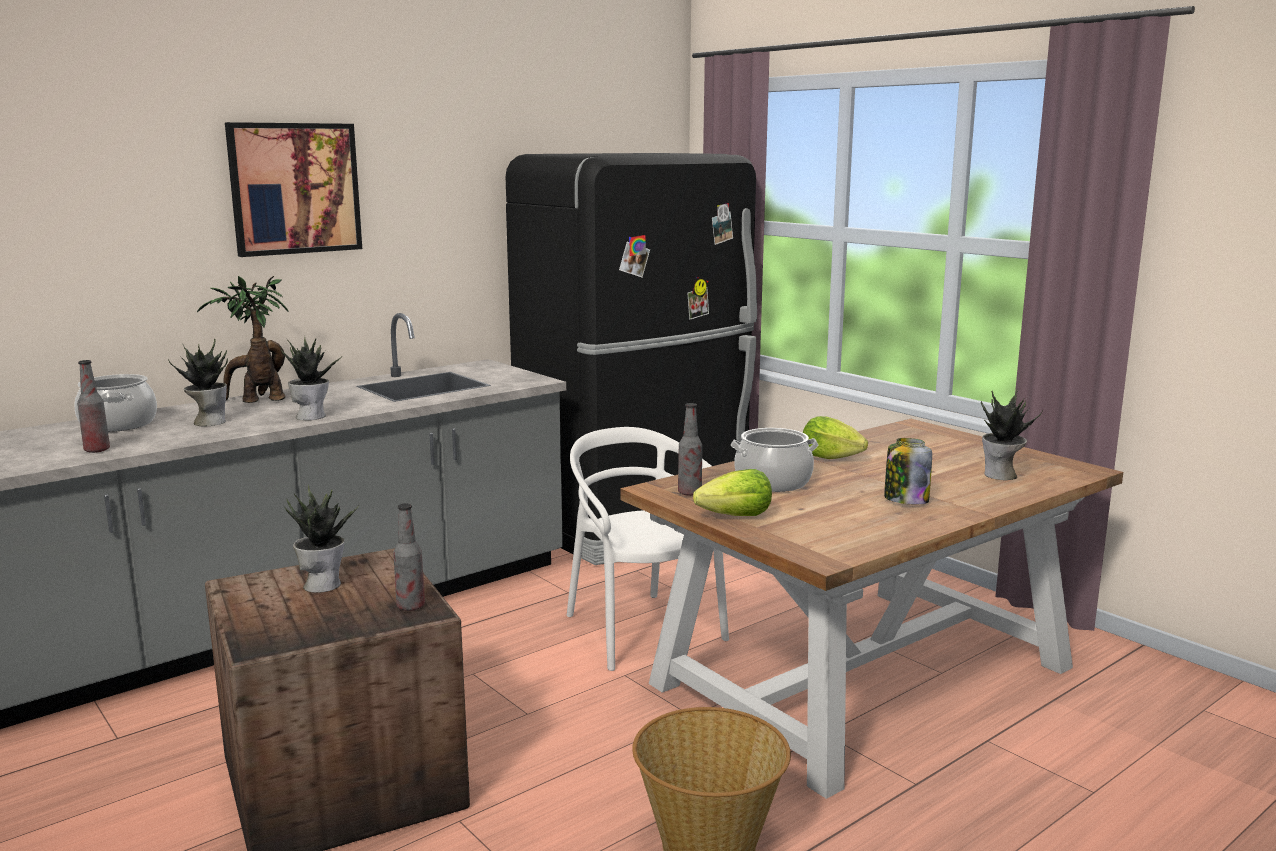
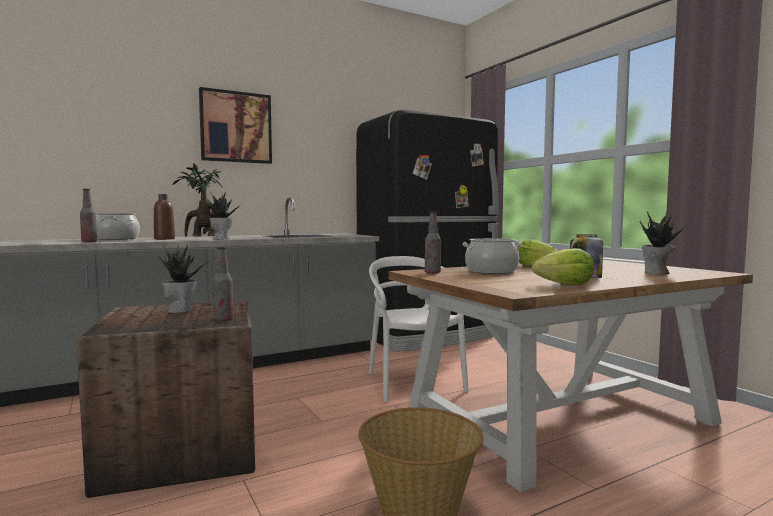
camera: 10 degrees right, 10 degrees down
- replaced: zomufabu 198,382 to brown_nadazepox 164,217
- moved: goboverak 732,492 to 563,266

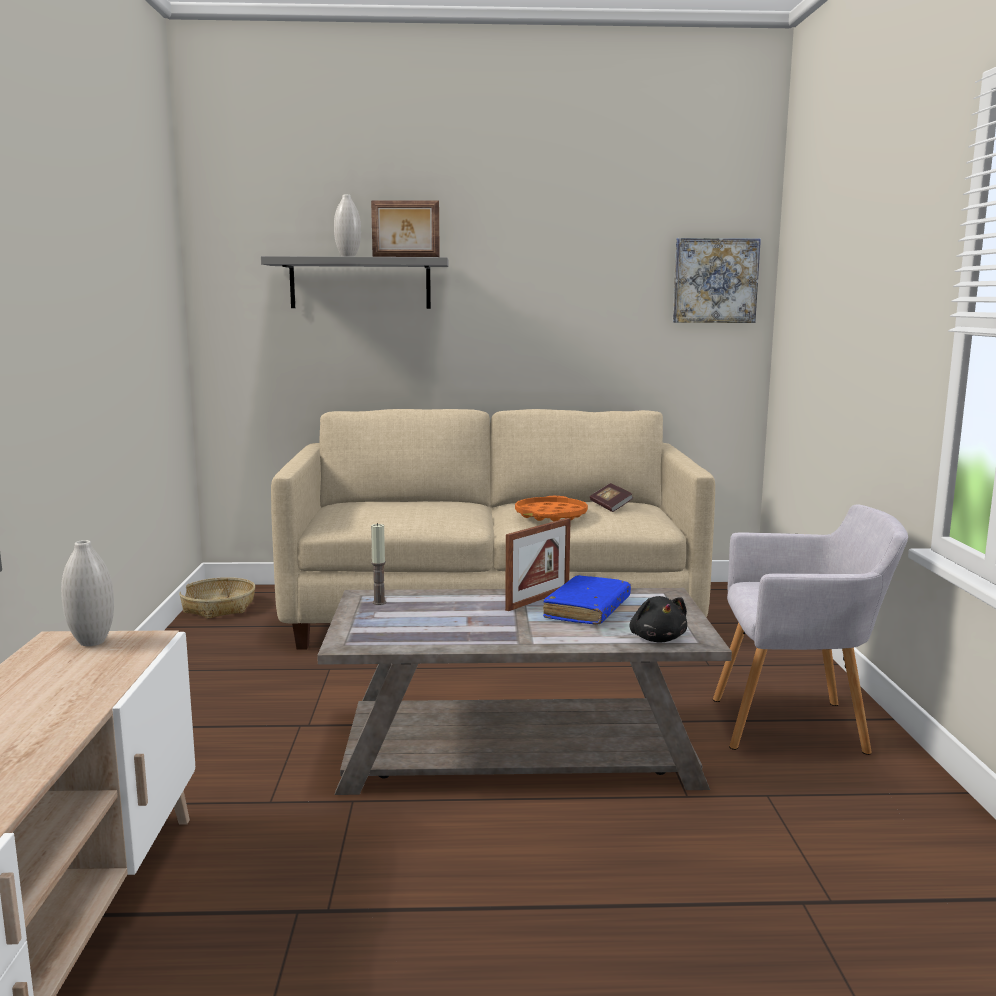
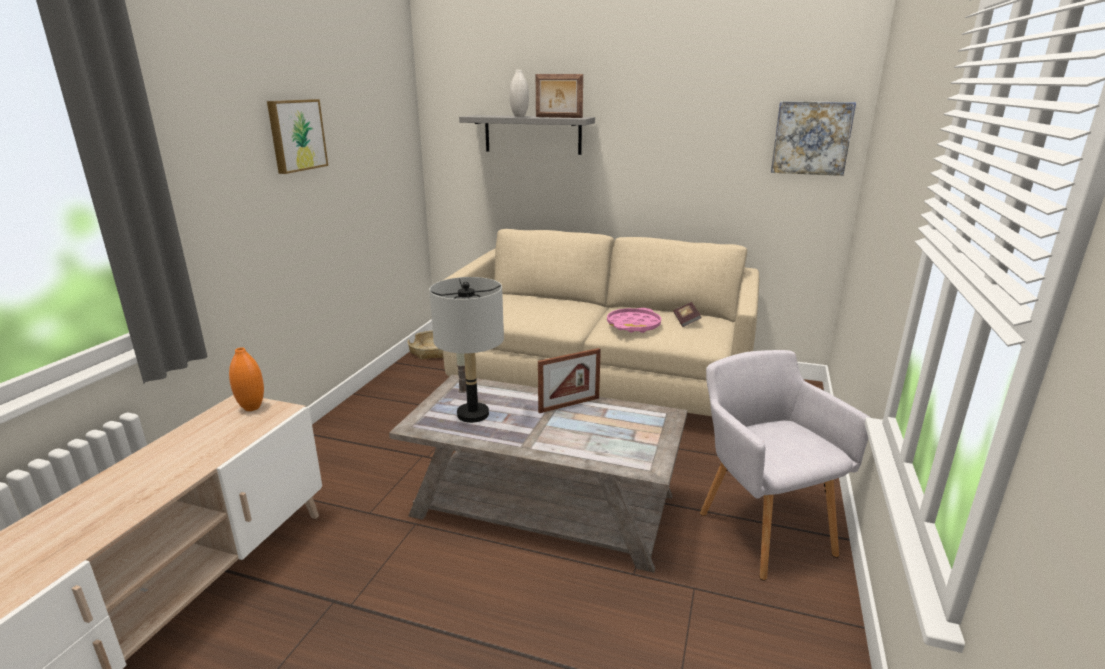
camera: 20 degrees right, 10 degrees up
- recoloured: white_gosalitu 87,593 to orange_gosalitu 246,379
- added: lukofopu 297,136
- added: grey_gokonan 466,350
- recoloured: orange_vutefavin 551,508 to pink_vutefavin 634,320
- turned: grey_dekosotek 810,629 = 785,465 135 degrees counterclockwise
- removed: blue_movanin 587,600
- removed: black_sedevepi 658,619

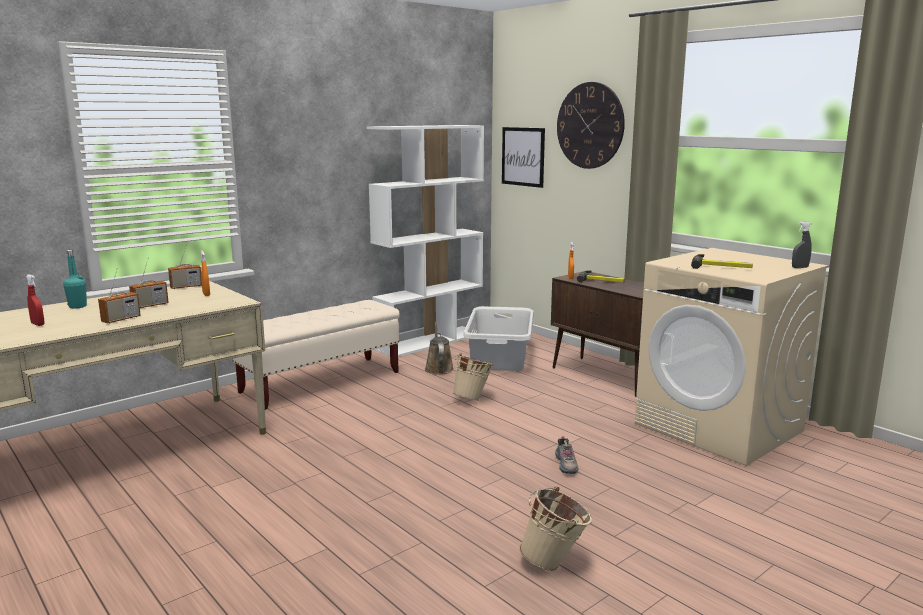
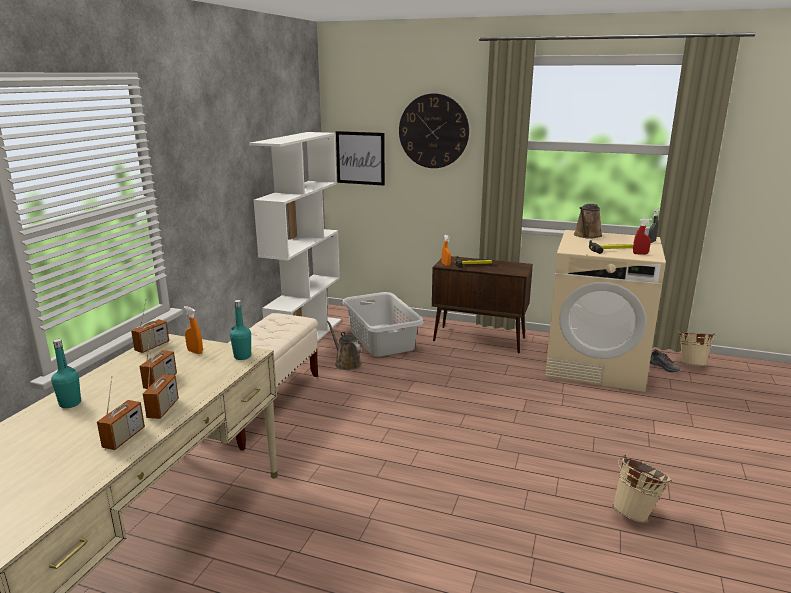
camera: 30 degrees left, 5 degrees up
- added: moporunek 121,413
- added: turquoise_nadazepox 240,330
- added: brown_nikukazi 588,221
- moved: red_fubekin 35,300 to 642,236
- moved: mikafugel 566,455 to 665,361
- moved: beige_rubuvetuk 473,377 to 697,348

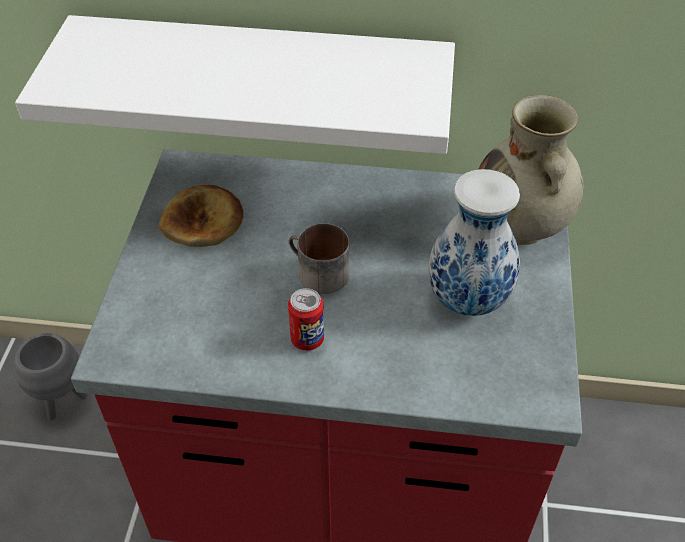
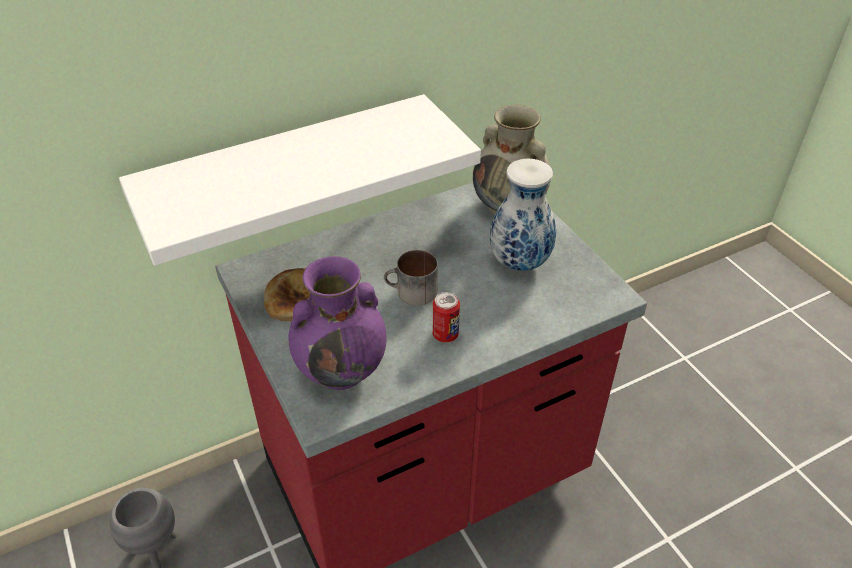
camera: 35 degrees left, 5 degrees down
- added: purple_gosalitu 338,323

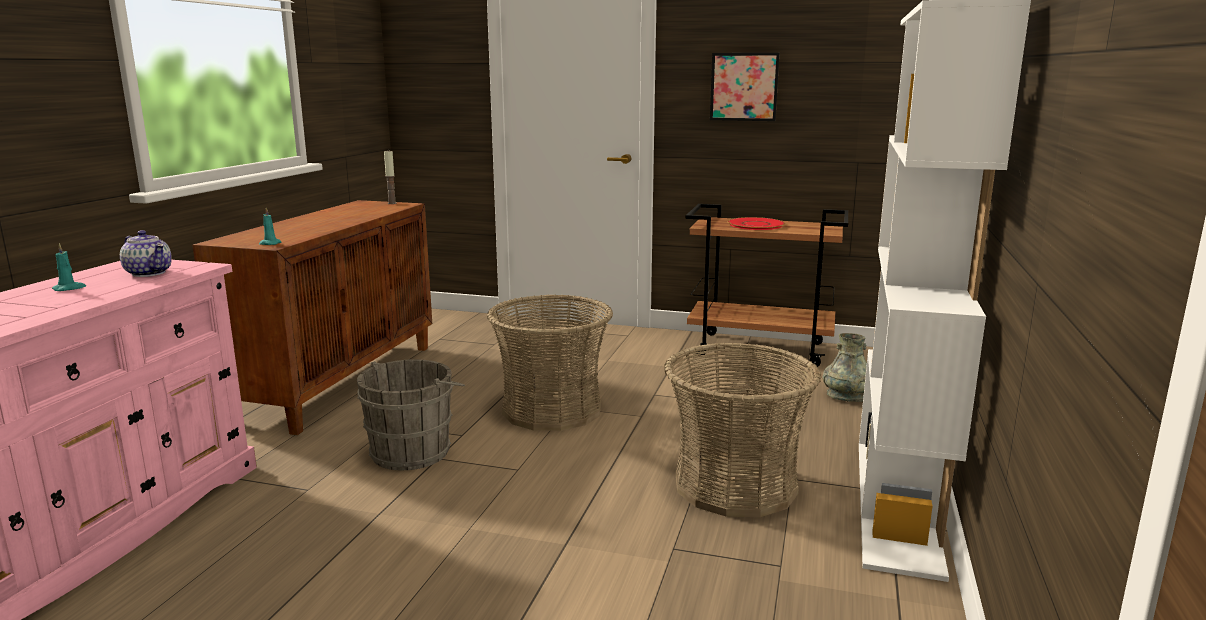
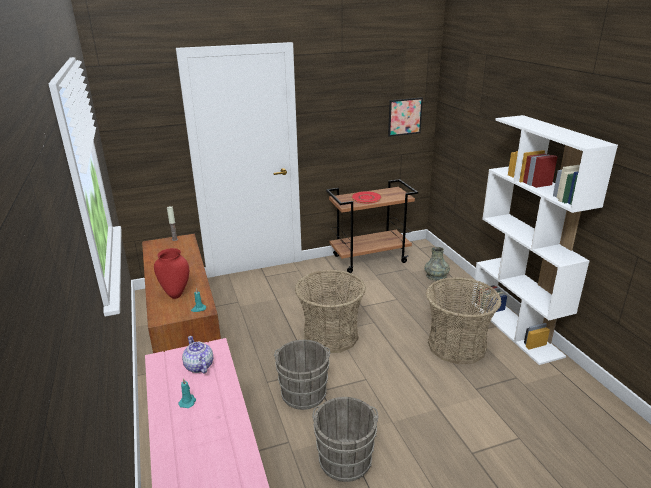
camera: 35 degrees left, 10 degrees up
- added: red_gosalitu 171,273
- turned: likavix 146,253 = 197,355 120 degrees counterclockwise
- added: grey_rubuvetuk 345,439
- moved: lukofopu 744,87 to 405,117

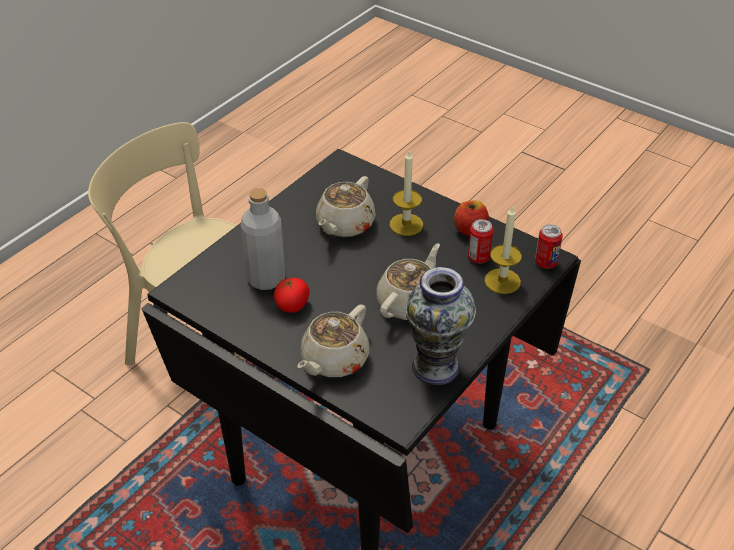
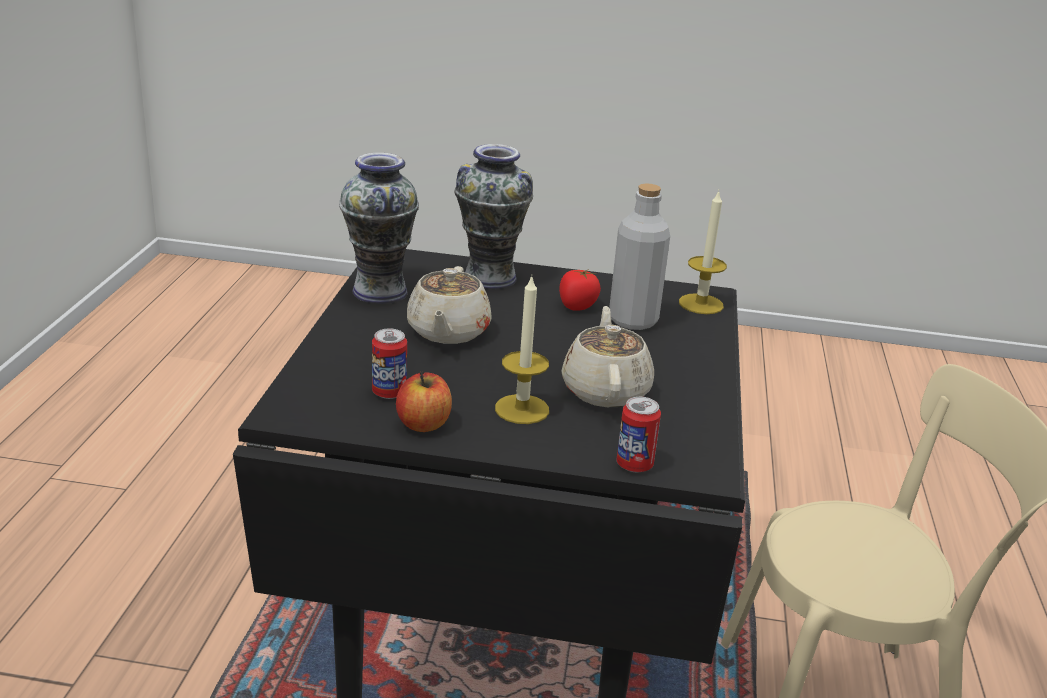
camera: 150 degrees right, 15 degrees down
- replaced: beige_likavix 333,340 to gosalitu 493,216
- moved: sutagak 549,246 to 638,434
- moved: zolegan 503,249 to 703,252

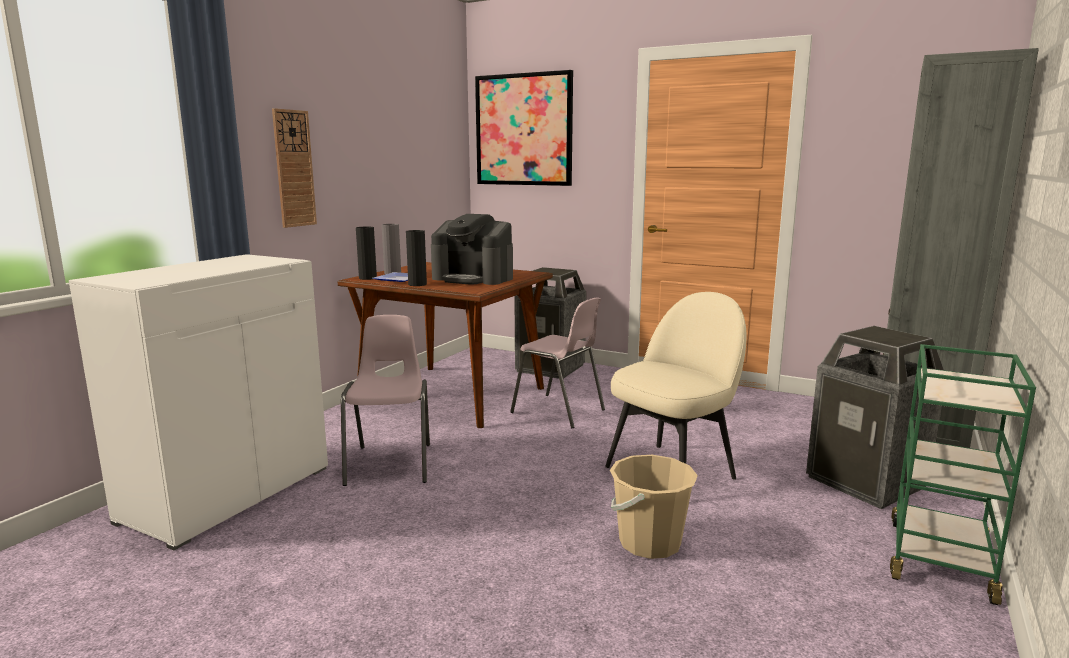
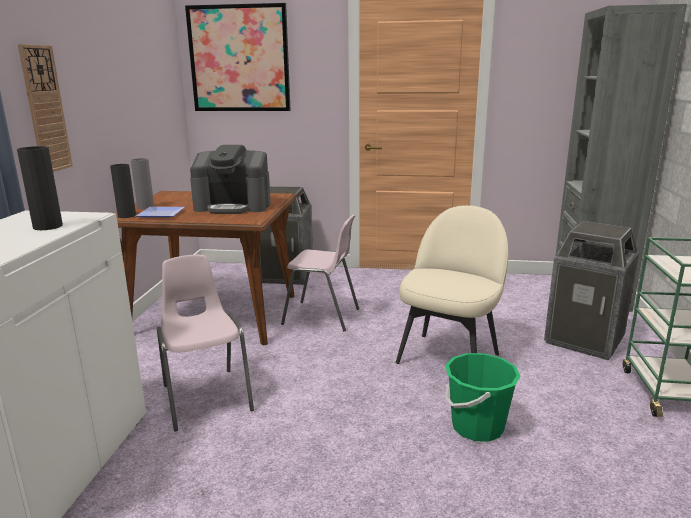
camera: 20 degrees left, 5 degrees up
- moved: black_gosalitu 416,258 to 40,188
- recoloured: beige_rubuvetuk 654,507 to green_rubuvetuk 483,397

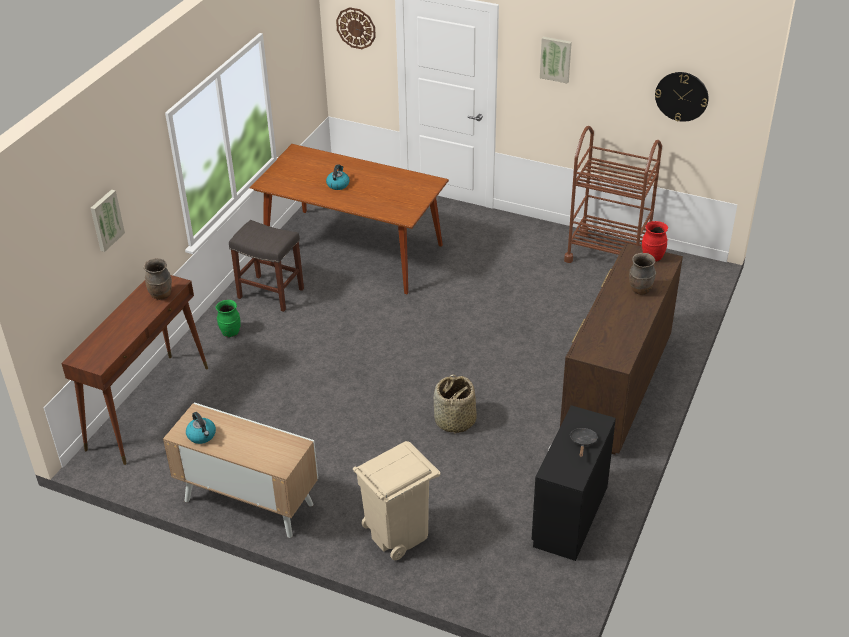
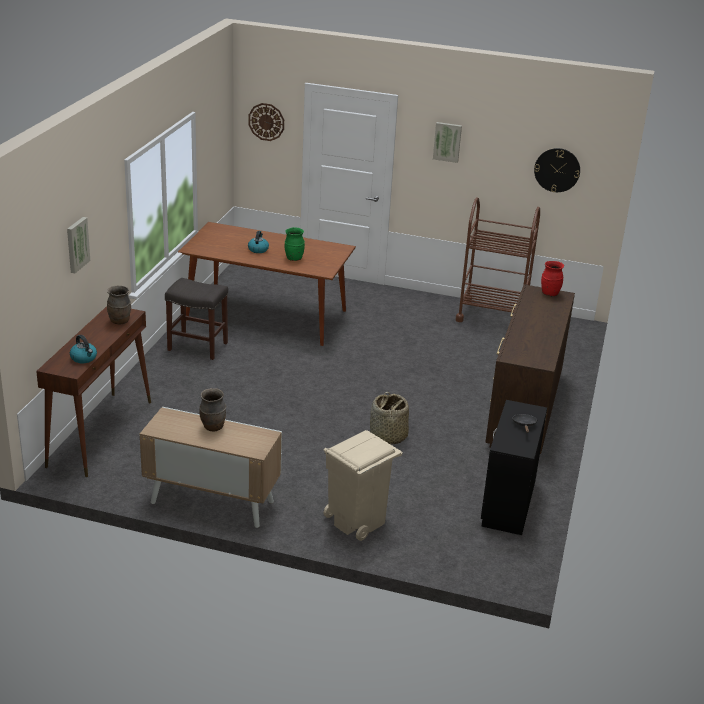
camera: 10 degrees left, 10 degrees down
- moved: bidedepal 201,428 to 83,349
- moved: brown_gosalitu 642,274 to 212,409
- moved: green_gosalitu 228,318 to 295,244

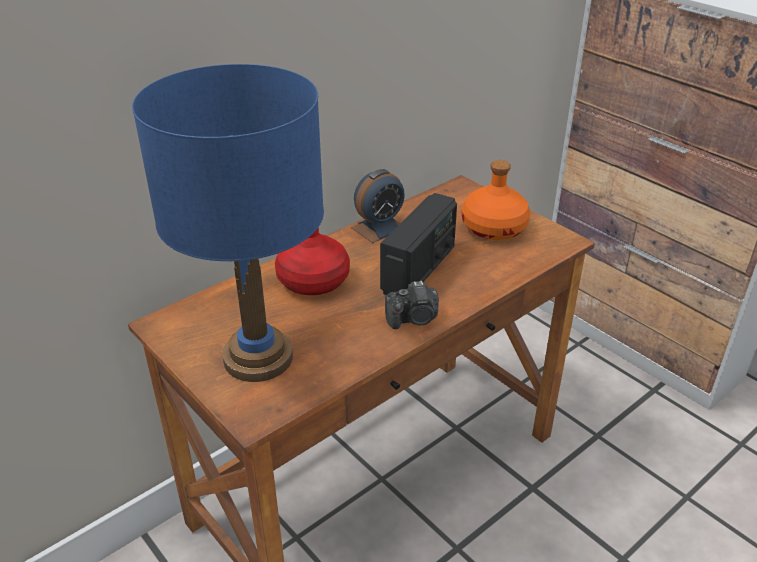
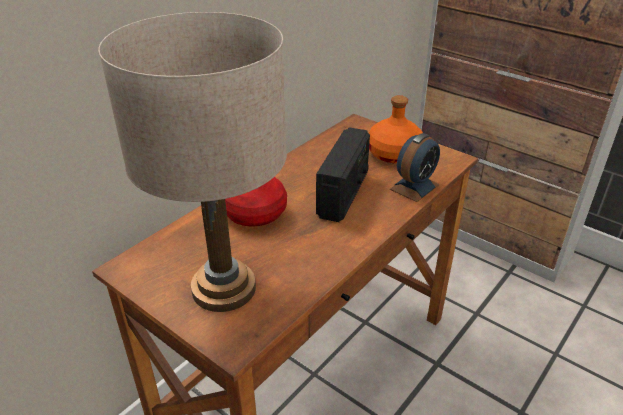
camera: 10 degrees left, 0 degrees up
- recoloured: blue_gokonan 228,223 to beige_gokonan 192,162
- moved: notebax 378,206 to 415,167
- removed: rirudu 412,305

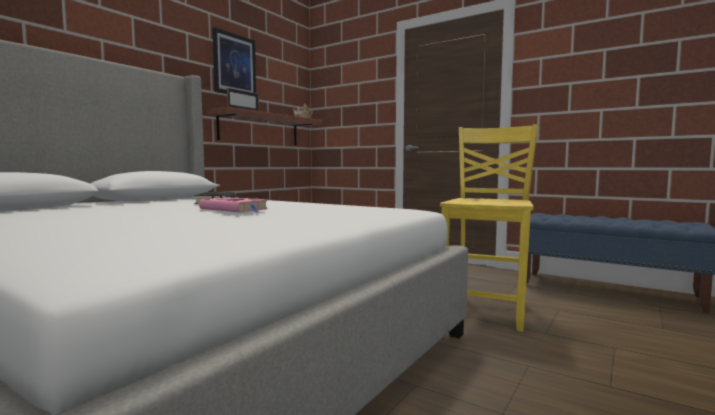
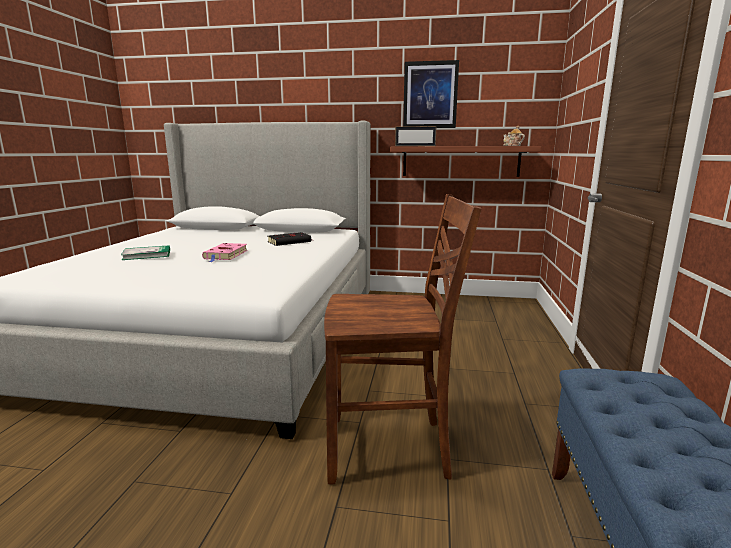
camera: 65 degrees right, 10 degrees up
- added: movanin 145,252
- recoloured: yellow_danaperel 489,228 to brown_danaperel 402,339

